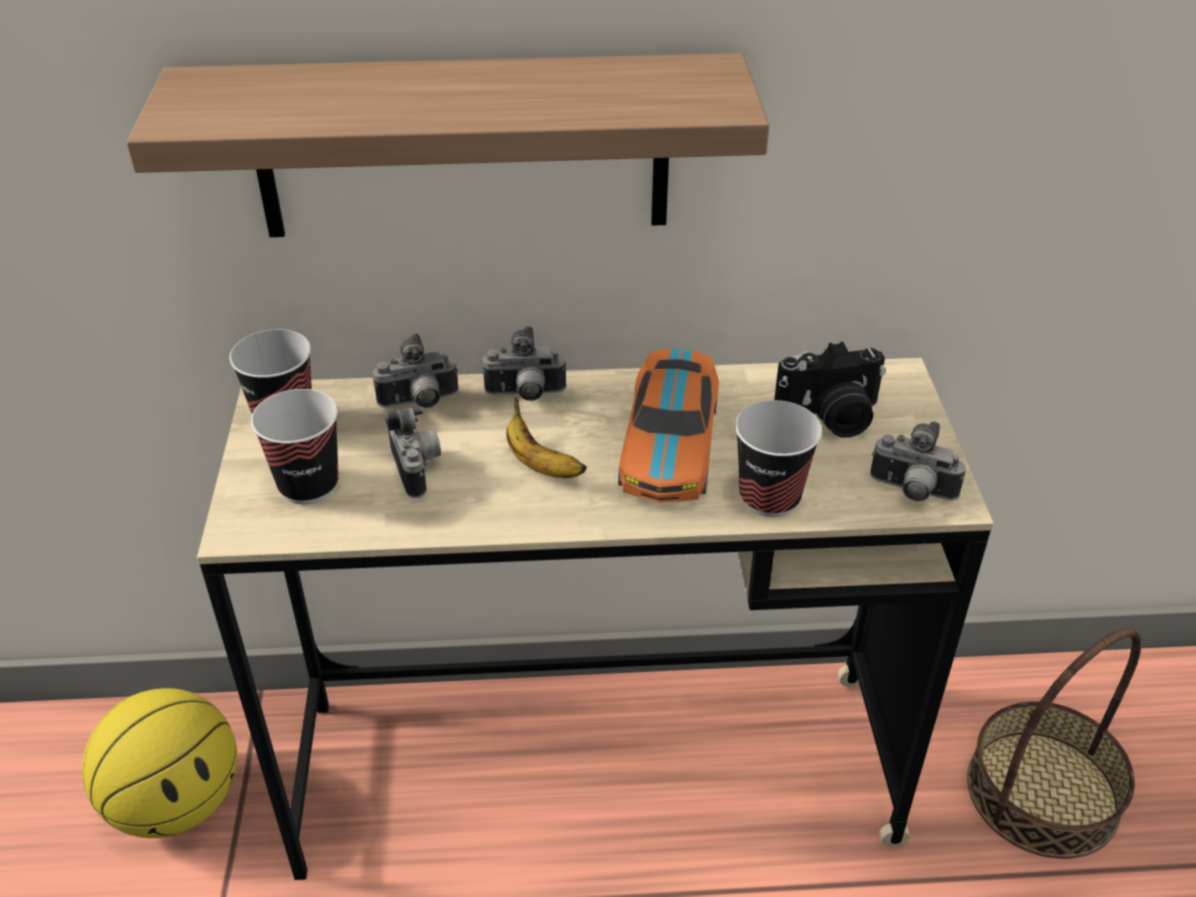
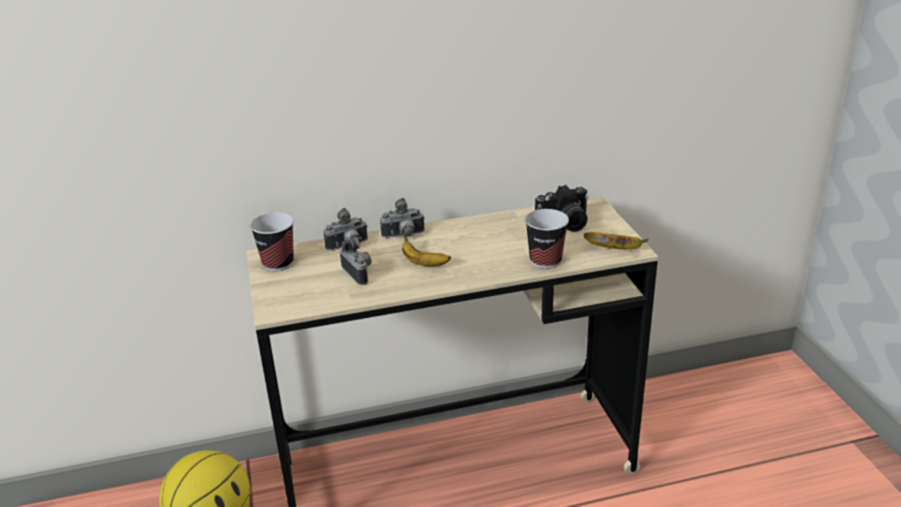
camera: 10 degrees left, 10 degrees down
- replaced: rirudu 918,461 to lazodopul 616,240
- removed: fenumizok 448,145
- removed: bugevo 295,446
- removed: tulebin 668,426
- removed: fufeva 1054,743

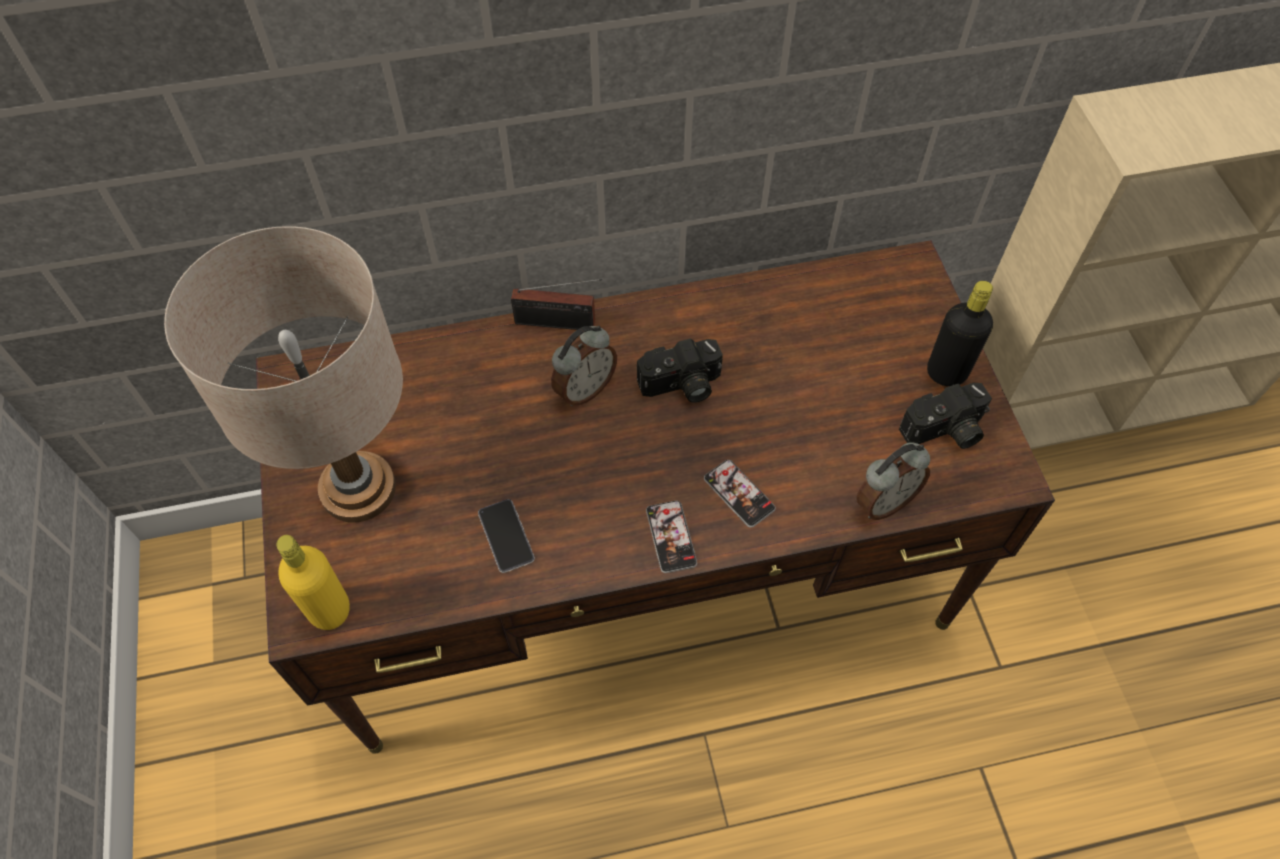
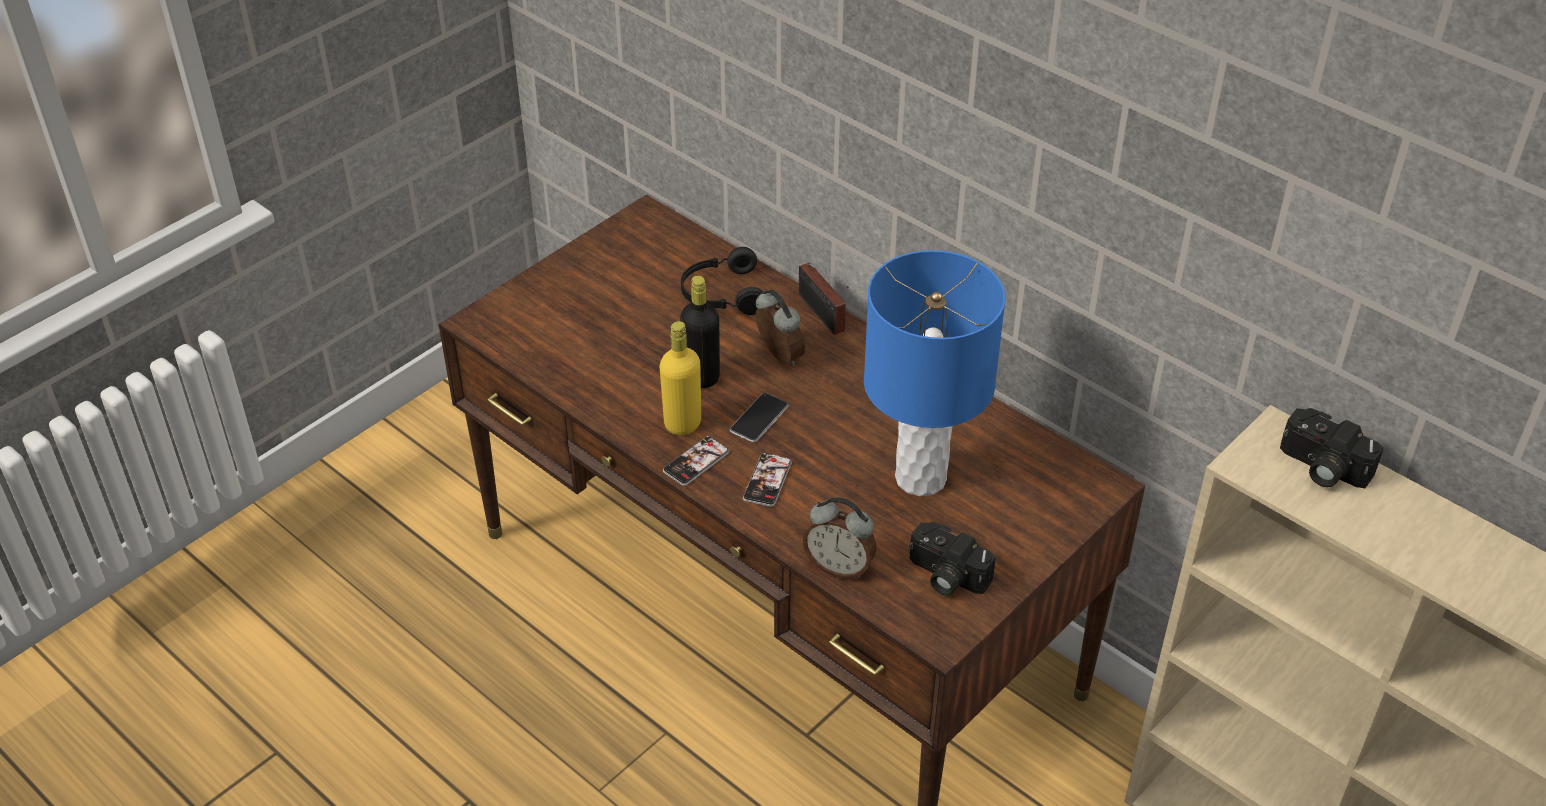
camera: 55 degrees right, 15 degrees down
- moved: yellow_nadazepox 313,582 to 680,378
- moved: black_nadazepox 960,333 to 700,332
- added: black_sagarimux 722,281
- moved: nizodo 506,536 to 759,417
- turned: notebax 584,366 = 780,327 135 degrees counterclockwise
- added: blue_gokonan 935,373
- moved: rirudu 680,370 to 1332,448
- removed: beige_gokonan 283,374

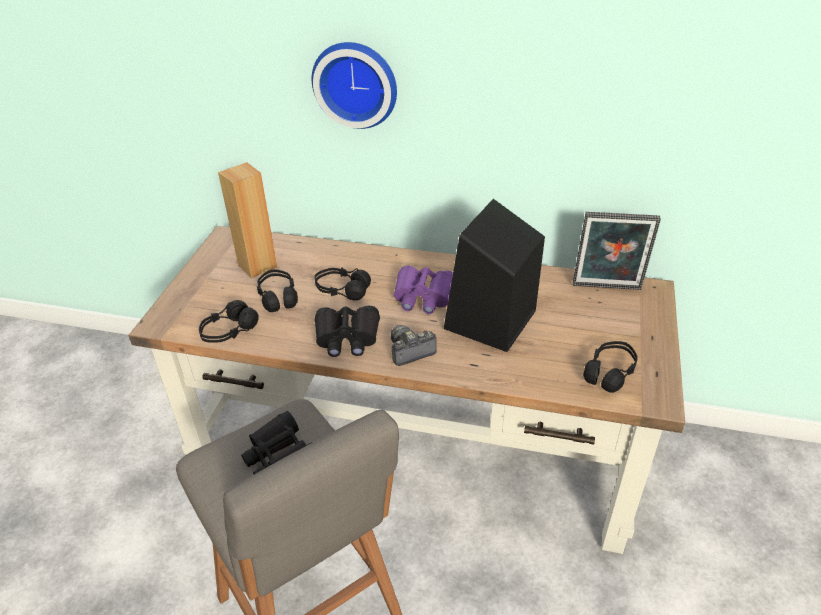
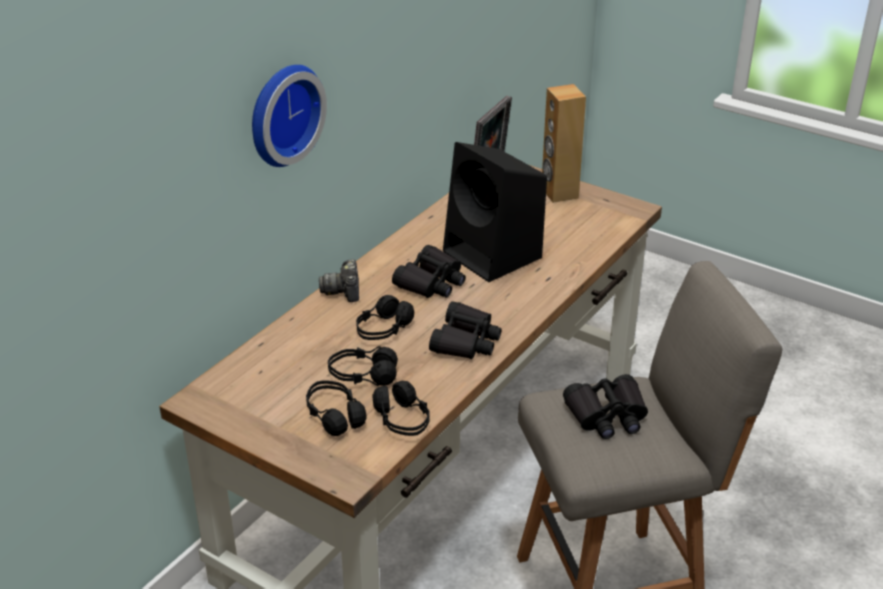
camera: 70 degrees left, 5 degrees down
- moved: black_sagarimux 610,367 to 336,408
- moved: rirudu 414,345 to 339,280
- recoloured: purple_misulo 423,290 to black_misulo 429,271
- moved: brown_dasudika 247,220 to 564,143

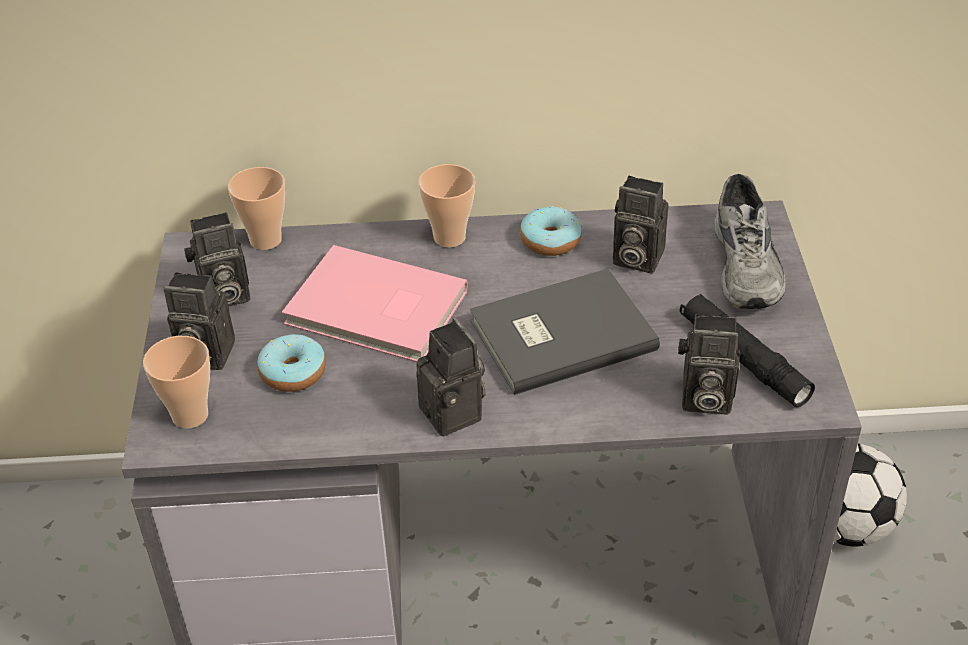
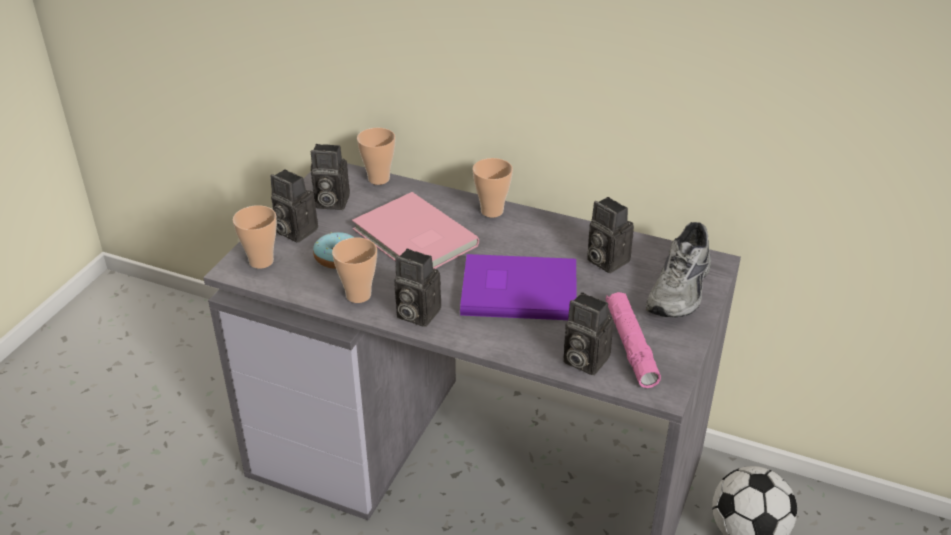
camera: 25 degrees right, 5 degrees down
- added: bugevo 354,270
- turned: rirudu 451,377 = 417,287 120 degrees clockwise
- recoloured: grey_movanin 565,332 to purple_movanin 518,287
- recoloured: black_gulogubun 747,350 to pink_gulogubun 633,340
- removed: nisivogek 551,231

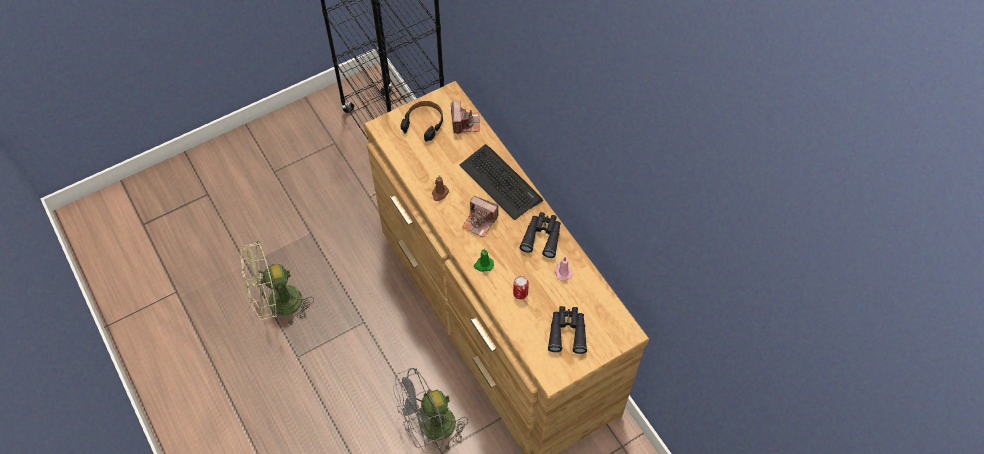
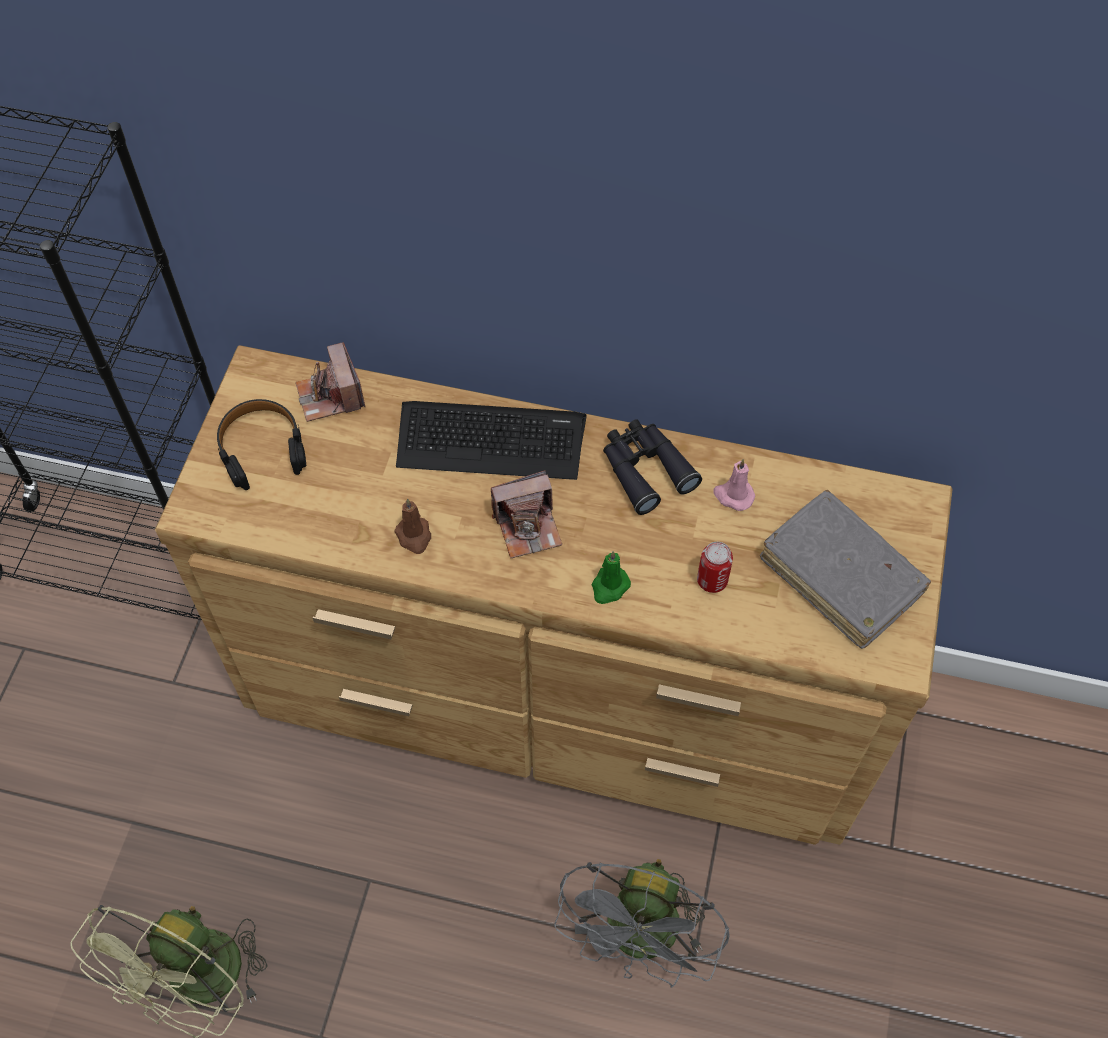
camera: 45 degrees left, 0 degrees up
- turned: rirudu 465,117 = 330,382 150 degrees counterclockwise
- replaced: black_misulo 567,330 to grey_movanin 845,569

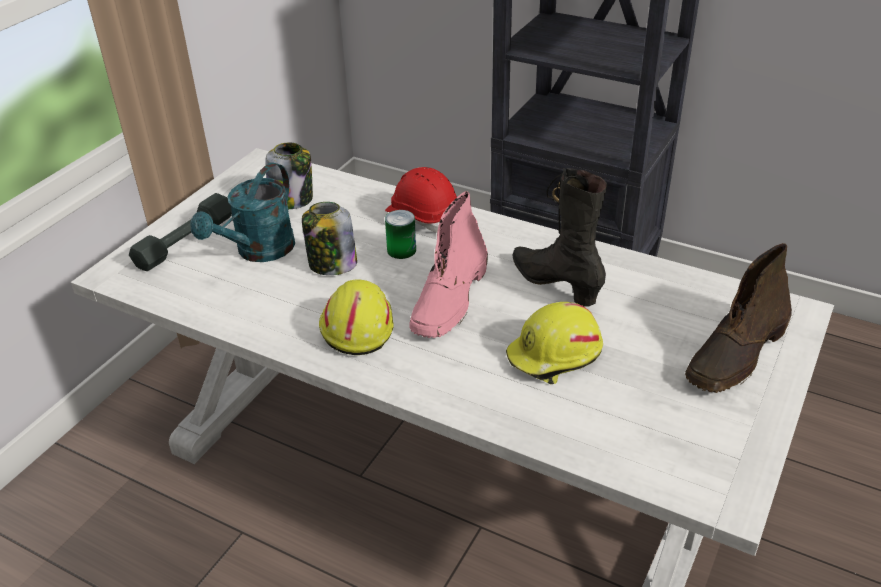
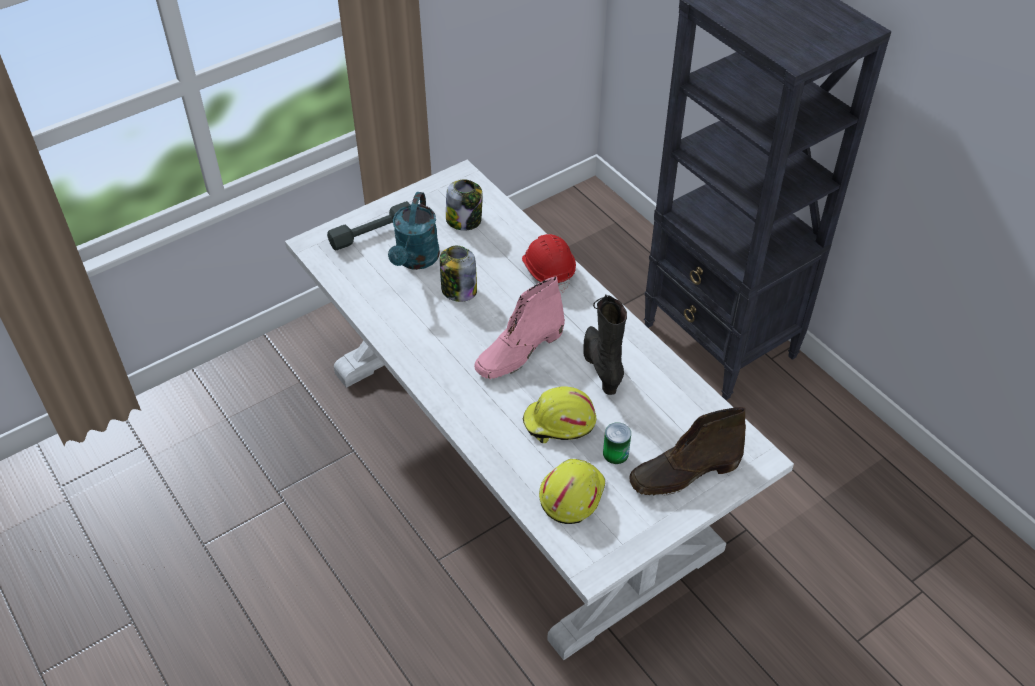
camera: 25 degrees right, 10 degrees up
- turned: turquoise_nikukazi 242,212 = 414,231 45 degrees counterclockwise
- moved: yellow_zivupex 356,317 to 572,491
- moved: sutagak 400,234 to 617,443

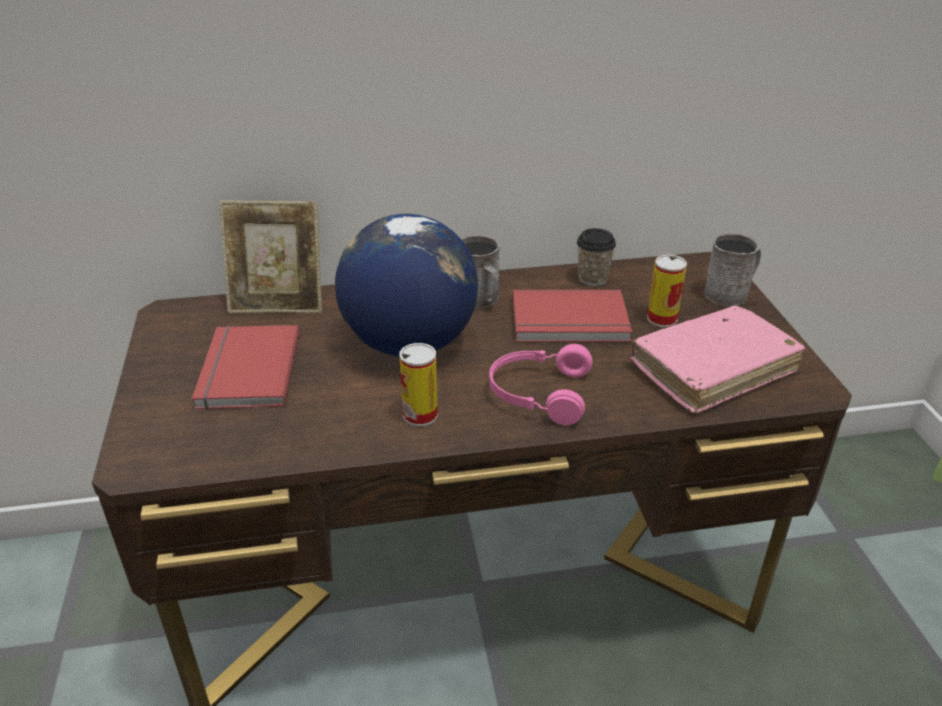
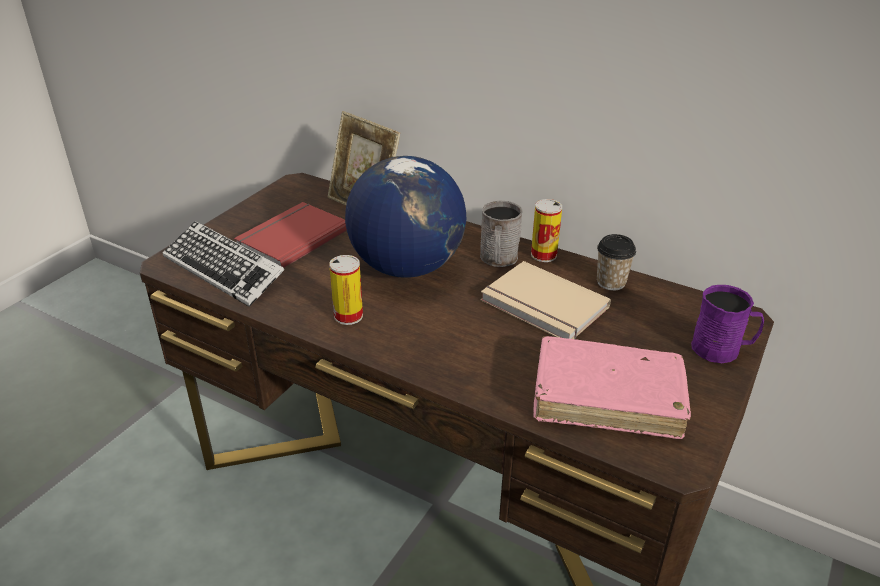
camera: 40 degrees right, 0 degrees up
- added: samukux 223,264
- recoloured: red_movanin 572,316 to beige_movanin 546,300
- moved: sutagak 667,290 to 546,230
- recoloured: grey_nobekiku 732,269 to purple_nobekiku 727,324
- removed: pink_sagarimux 541,384

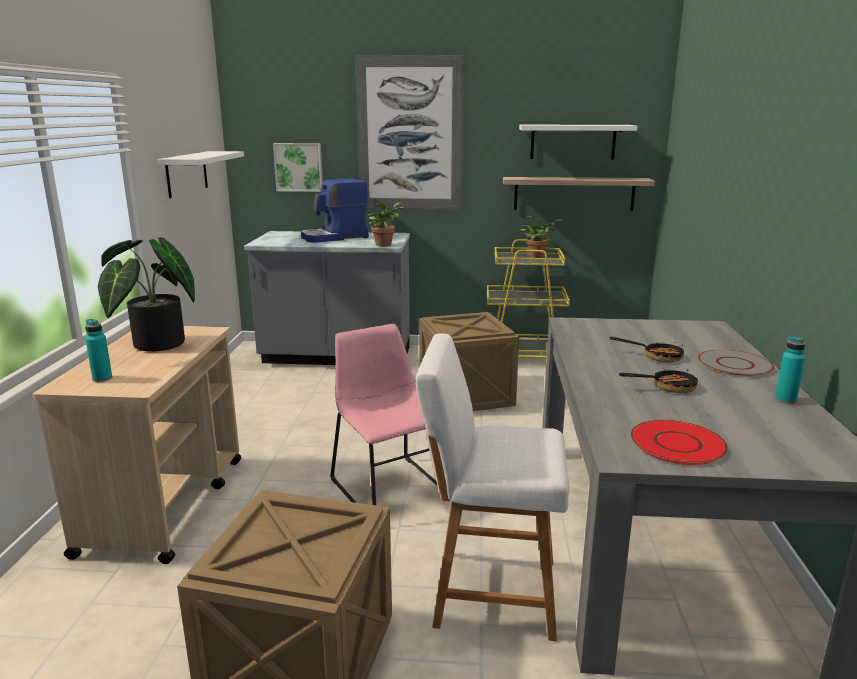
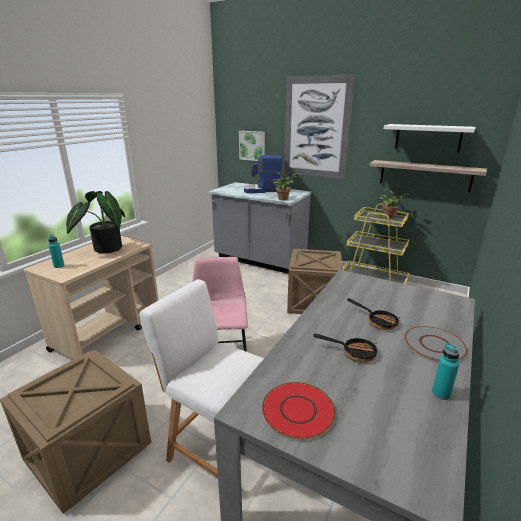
camera: 25 degrees right, 5 degrees up
- removed: white_fenumizok 201,174

